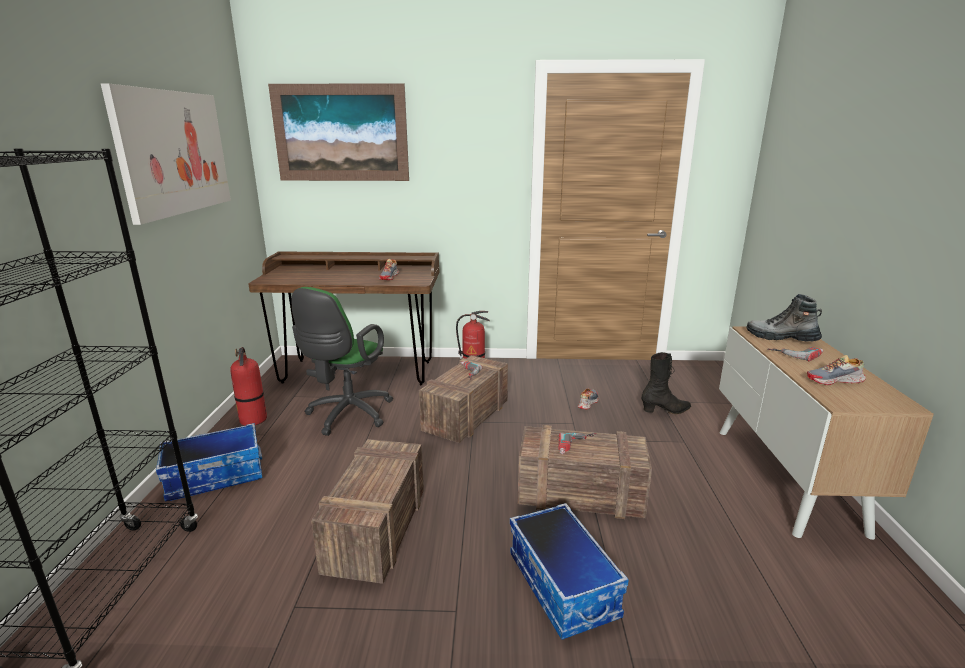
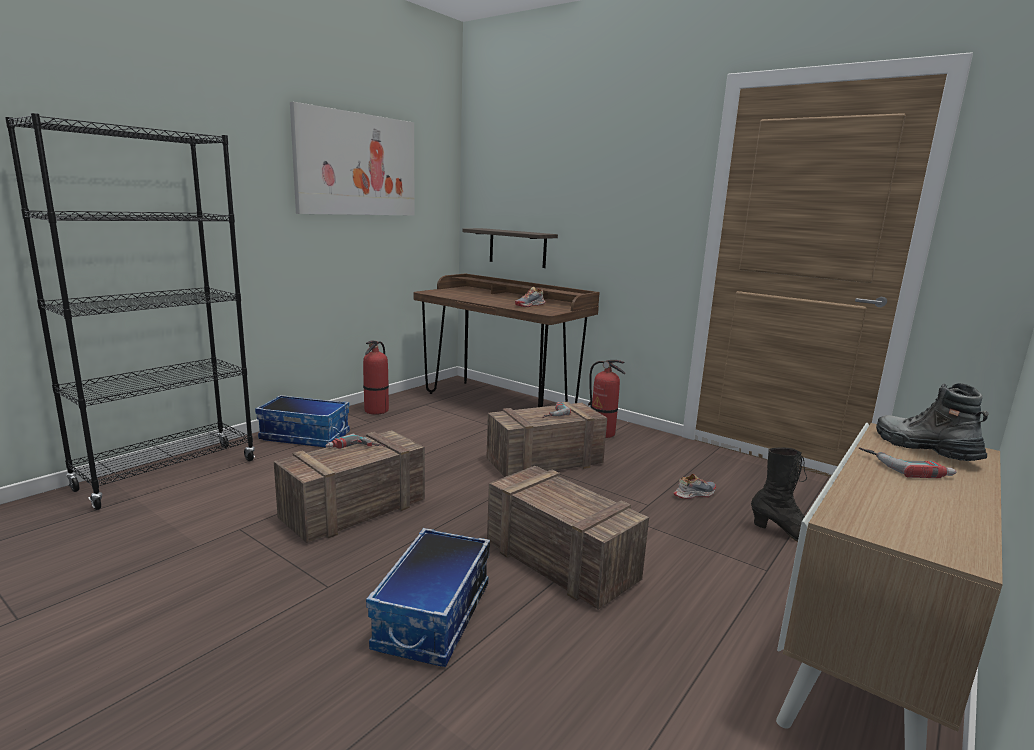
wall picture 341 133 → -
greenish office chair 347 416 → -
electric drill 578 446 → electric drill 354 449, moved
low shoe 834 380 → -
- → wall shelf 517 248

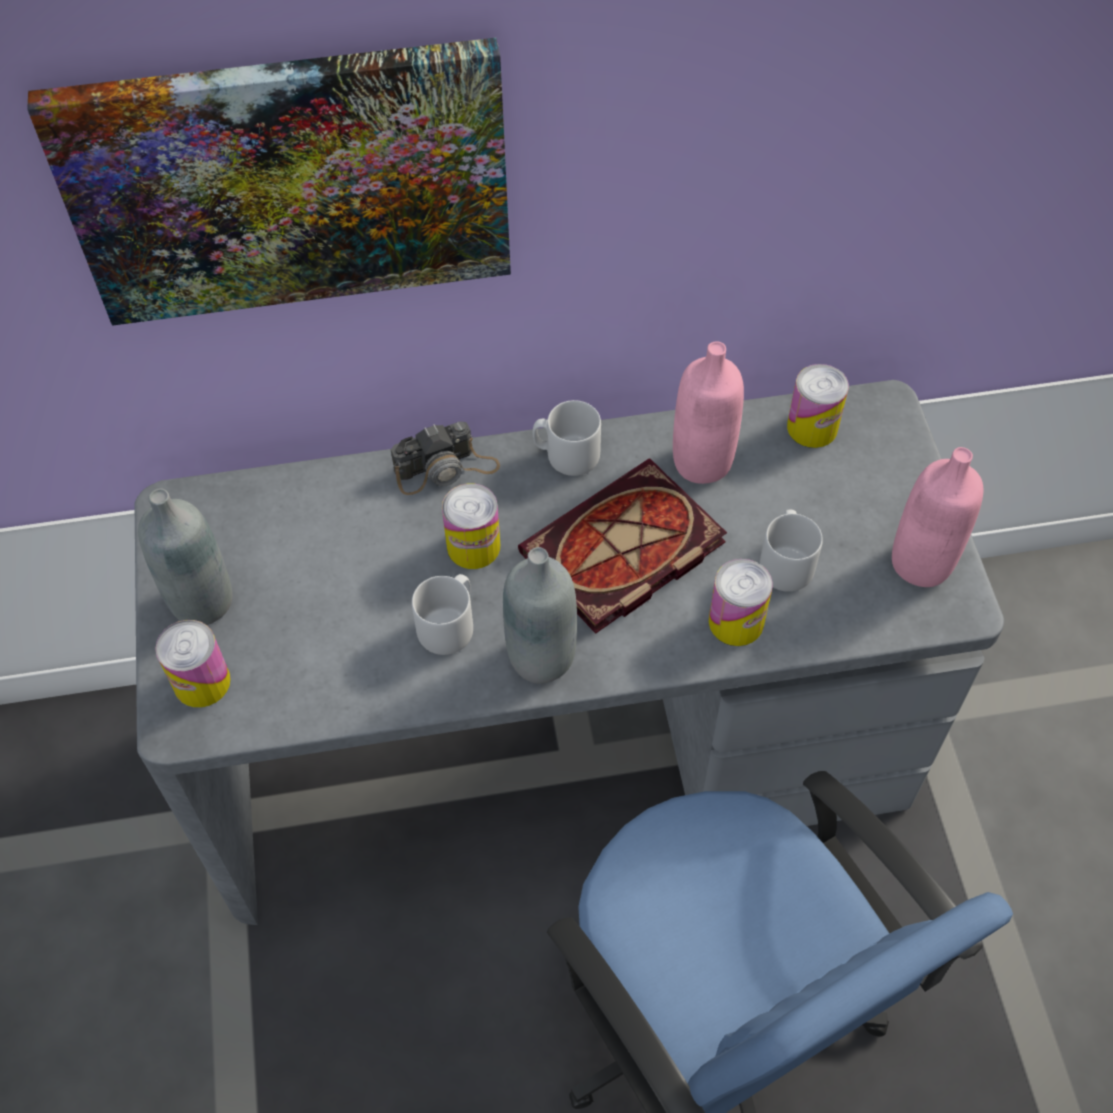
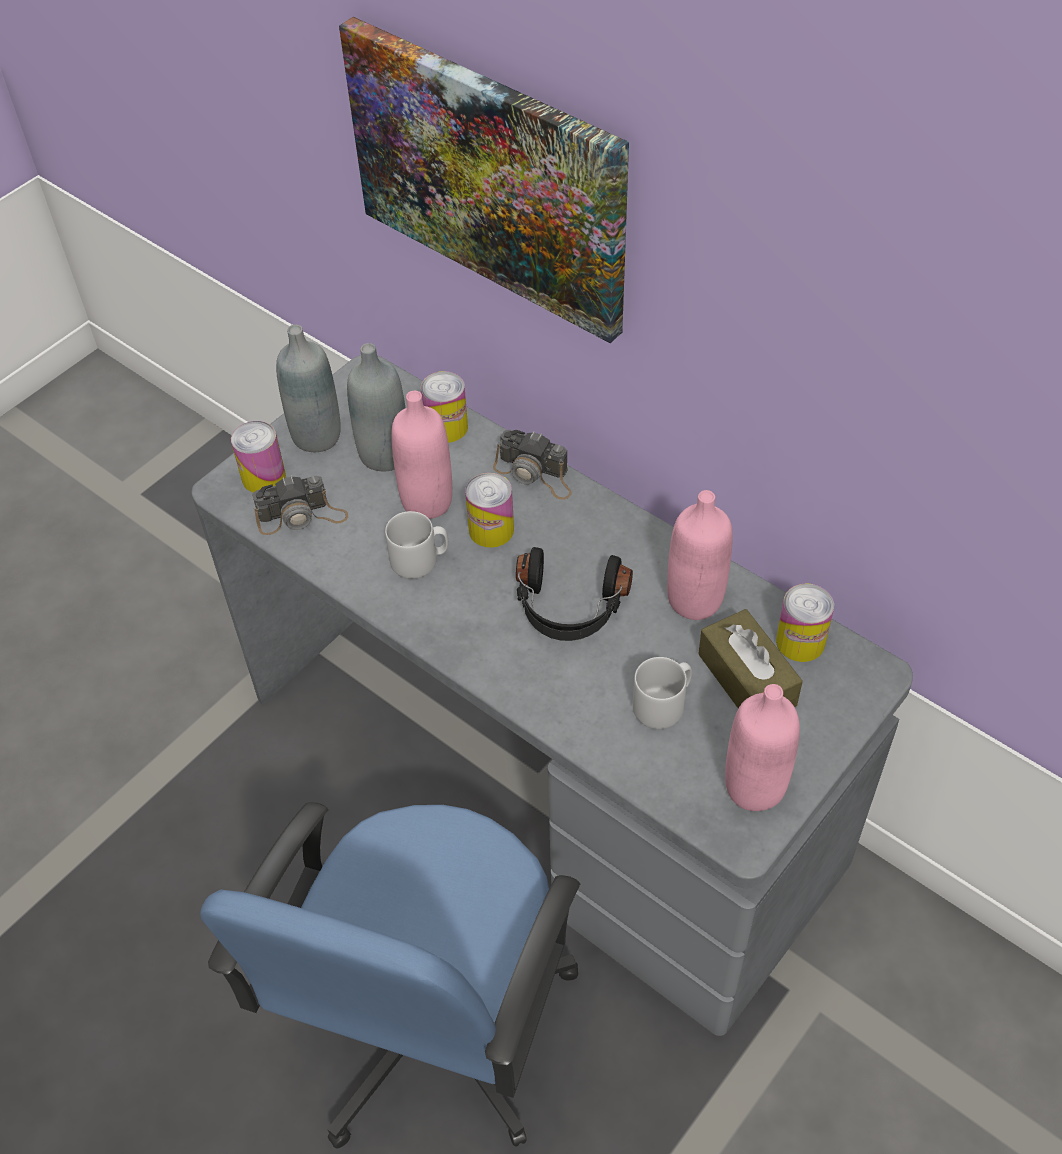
greyish drink bottle 541 657 → greyish drink bottle 384 455, moved
bound book 621 553 → black pair of headphones 569 608
greyish coffee mug 566 455 → -
sealed can 736 622 → sealed can 446 427, moved
- → still camera 301 516
- → pink-coloured drink bottle 427 501
- → brown-coloured tissue box 747 679

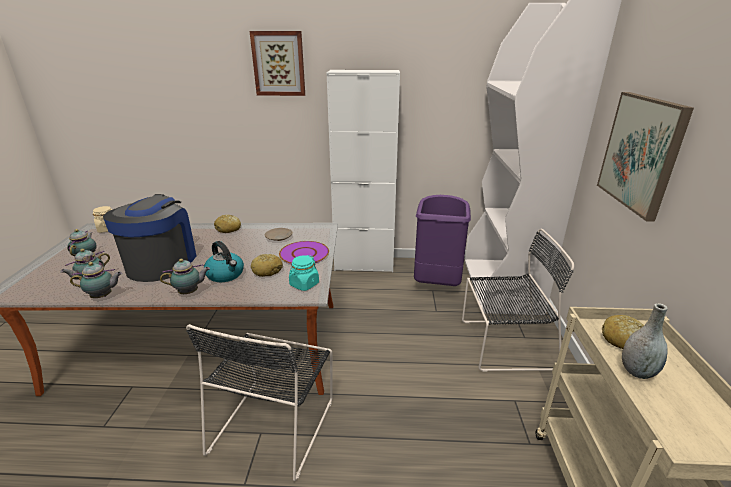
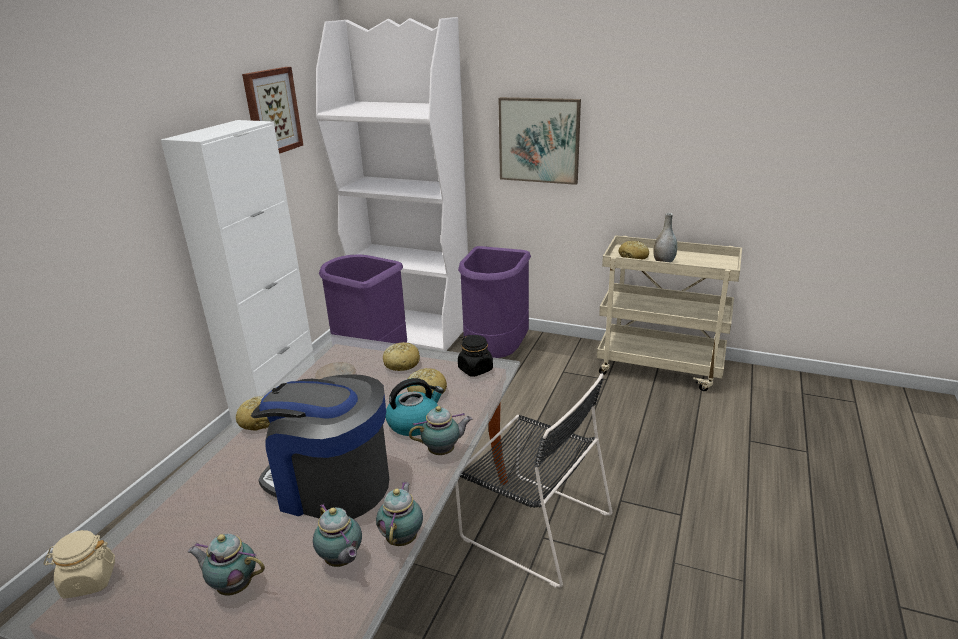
pot for tea 190 292 → pot for tea 443 451, 75 degrees clockwise
wall picture 279 64 → wall picture 272 112, moved
purple plate 304 254 → baked bread 401 363
turquoise-coloured preserve jar 304 284 → black preserve jar 475 369
black upright chair 503 344 → purple waste bin 495 355

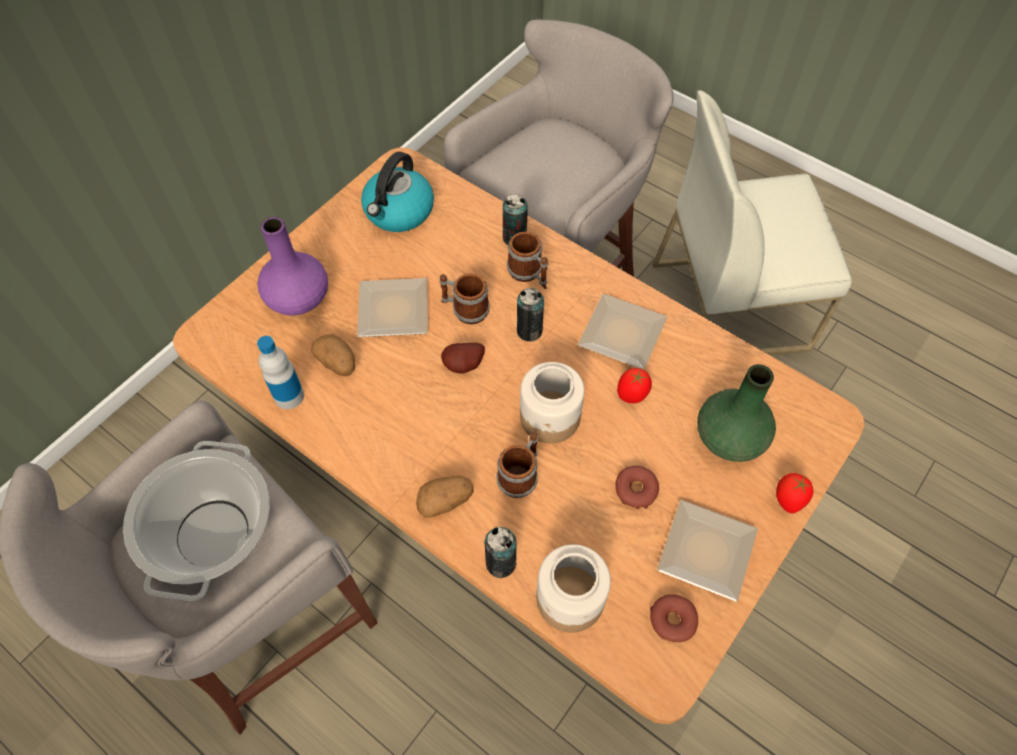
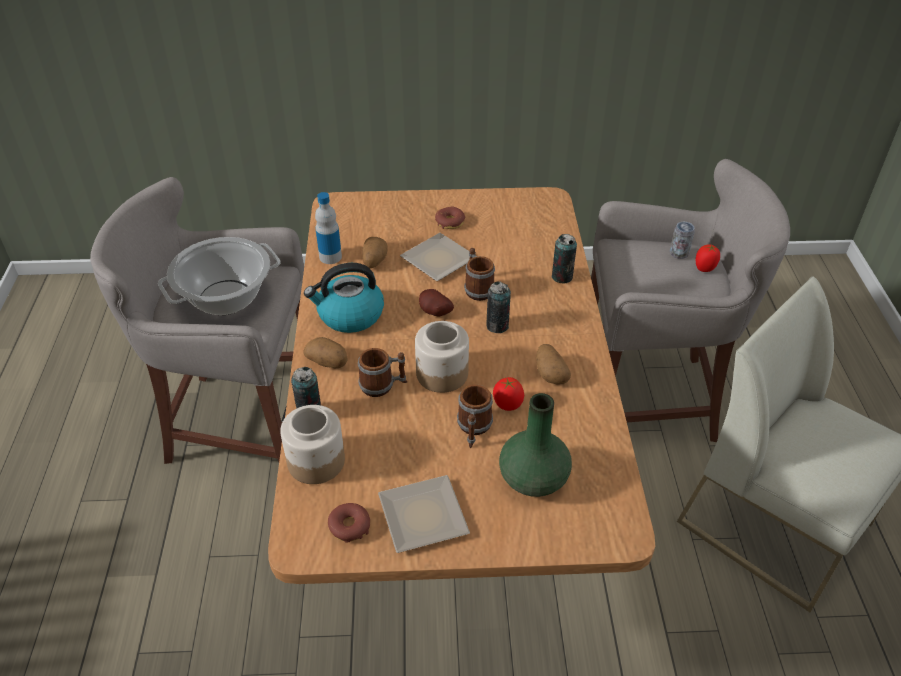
purple flower vase 298 299 → -
water kettle 399 212 → water kettle 349 315, moved
coffee mug 529 274 → coffee mug 473 429, moved
plate 623 337 → spud 550 373
ring doughnut 636 490 → ring doughnut 450 222, moved
fresh tomato 787 500 → fresh tomato 705 268, moved
- → sealed can 679 253

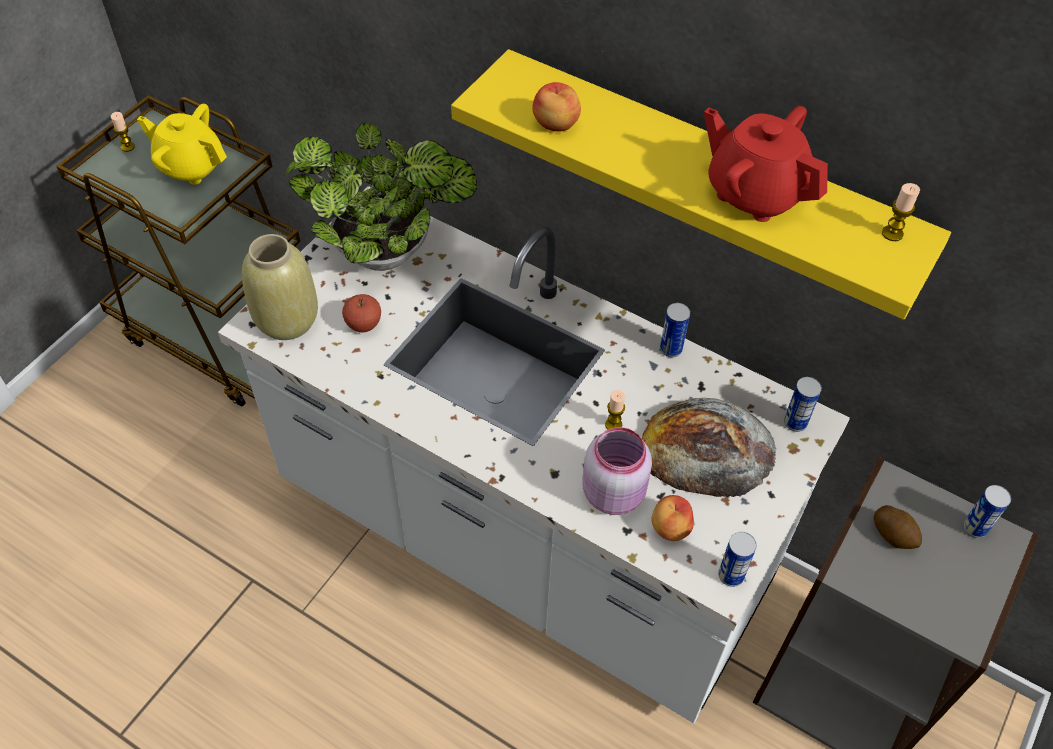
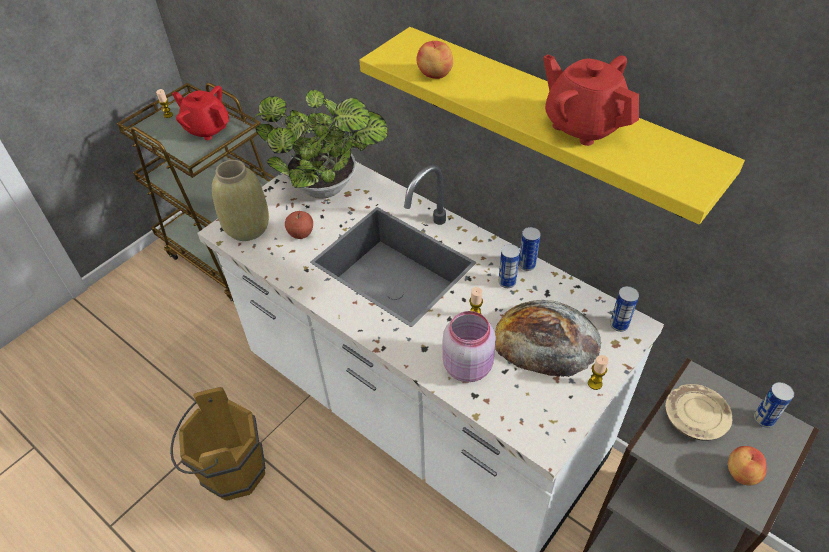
yellowish pot for tea 191 166 → reddish pot for tea 207 128
whole apple 669 527 → whole apple 740 473, moved
sealed can 731 575 → sealed can 507 282, moved
spud 893 534 → beige-coloured plate 694 418
wax light 892 233 → wax light 595 383, moved
- → brown-coloured bucket 229 472

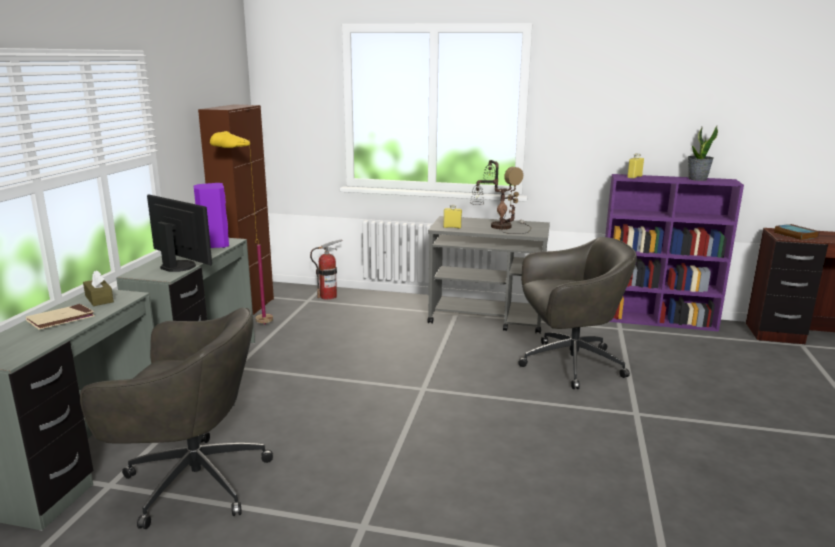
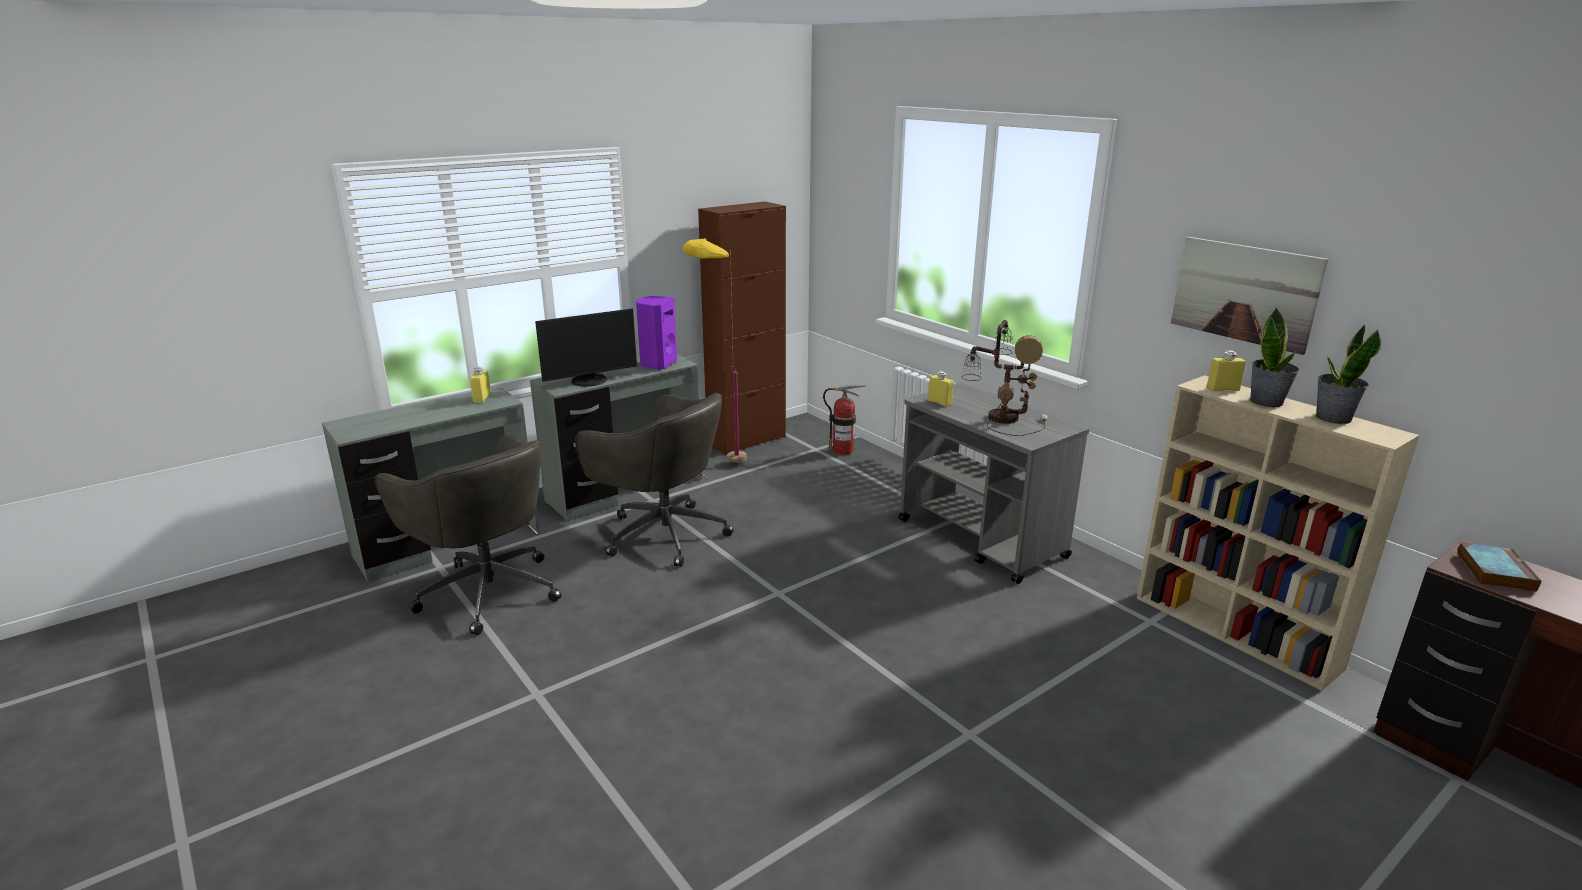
beige-coloured bound book 61 319 → -
brown-coloured tissue box 99 299 → yellowish drink bottle 482 398
monitor 179 266 → monitor 590 381, 75 degrees clockwise
greyish office chair 568 364 → greyish office chair 662 533, moved
purple shelving unit 657 320 → beige-coloured shelving unit 1237 632
- → wall picture 1244 293
- → houseplant 1267 401

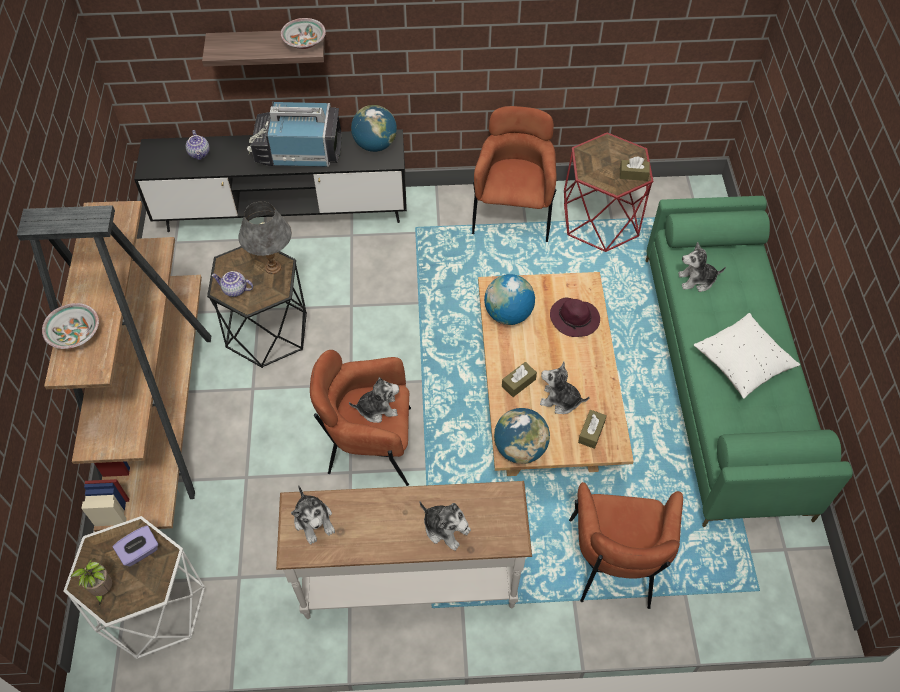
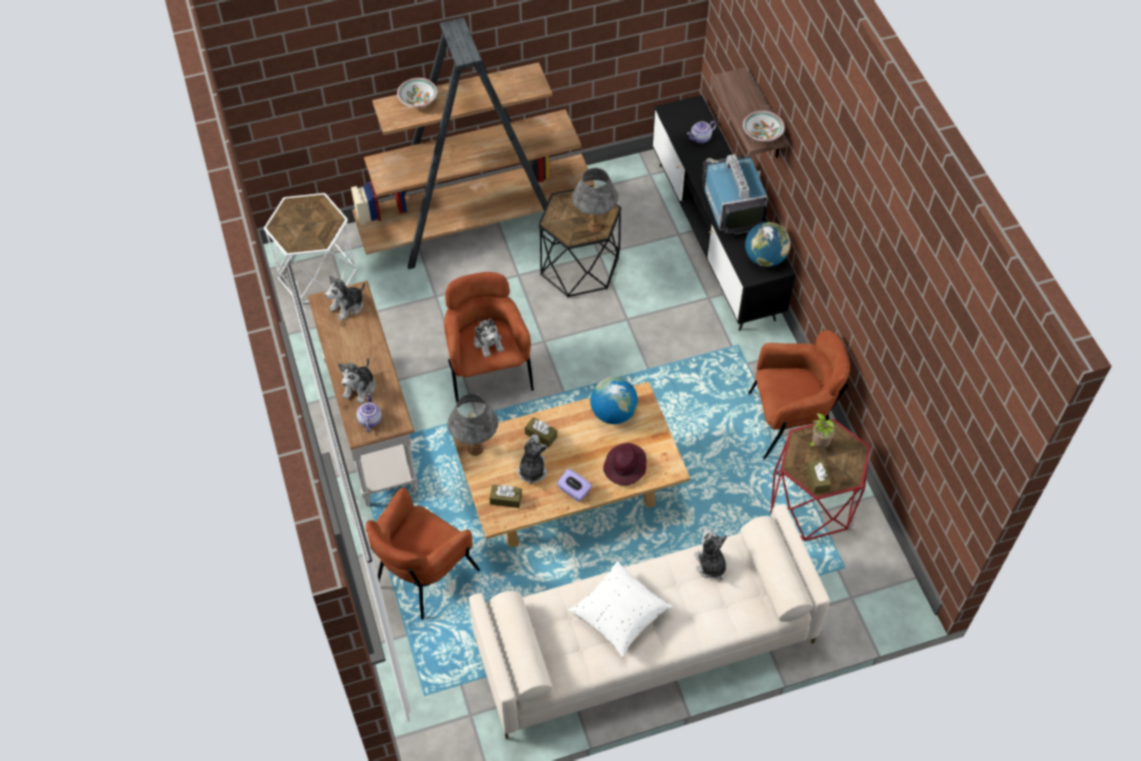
houseplant 102 590 → houseplant 818 444, moved
purple tissue box 140 552 → purple tissue box 574 491, moved
pot for tea 234 290 → pot for tea 369 419, moved
globe 520 448 → greyish lamp for a table 475 449
brown-coloured lounge chair 615 563 → brown-coloured lounge chair 423 575, 45 degrees counterclockwise
greenish settee 723 380 → beige-coloured settee 644 643

